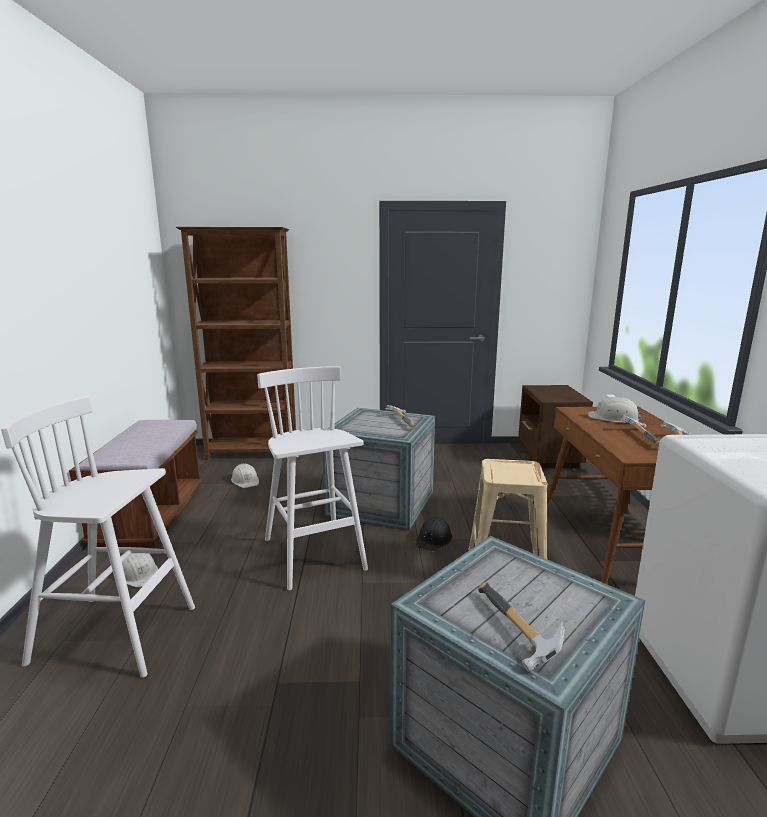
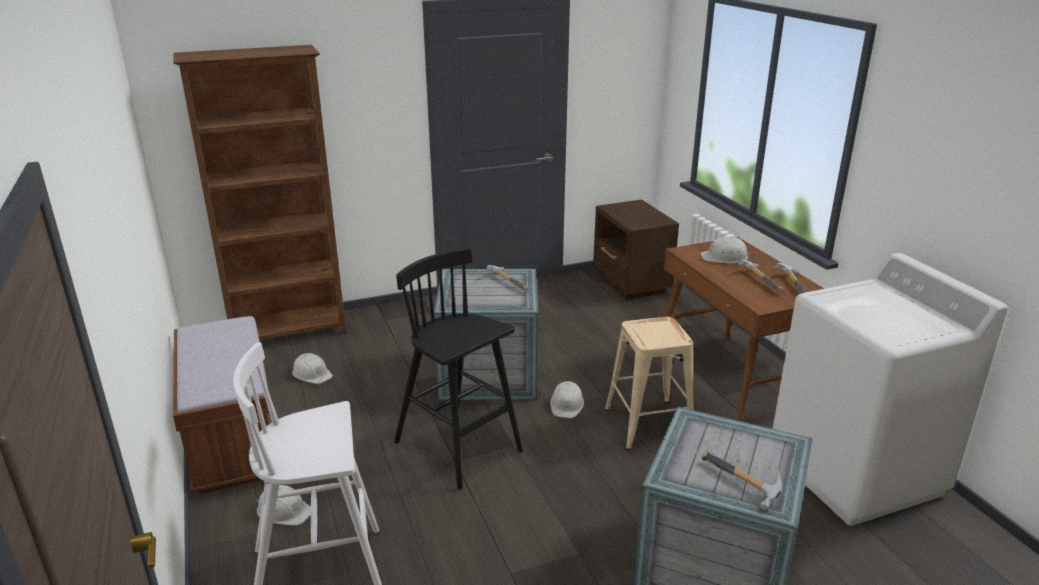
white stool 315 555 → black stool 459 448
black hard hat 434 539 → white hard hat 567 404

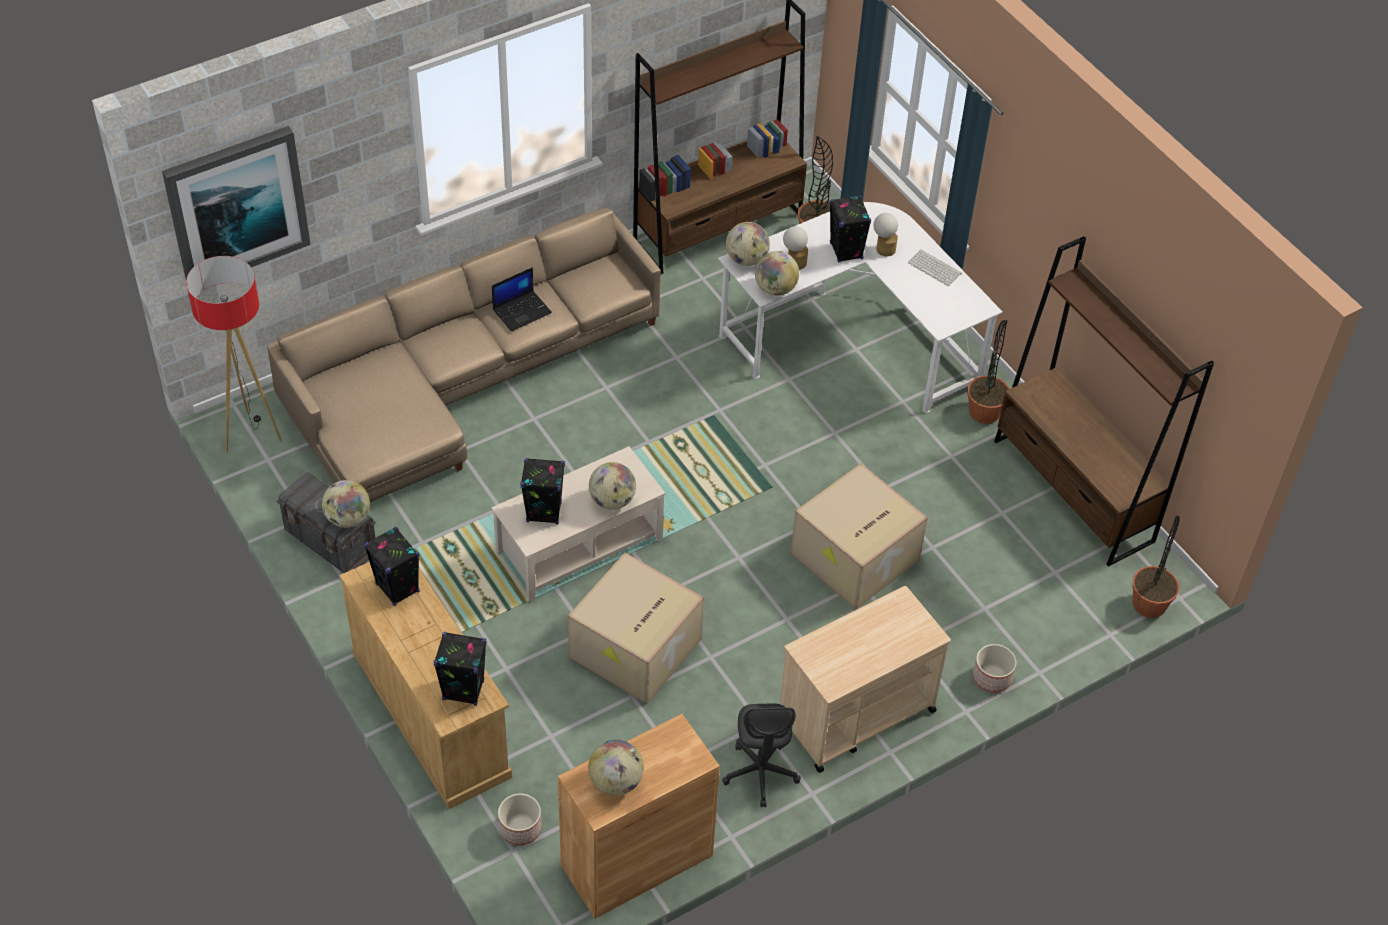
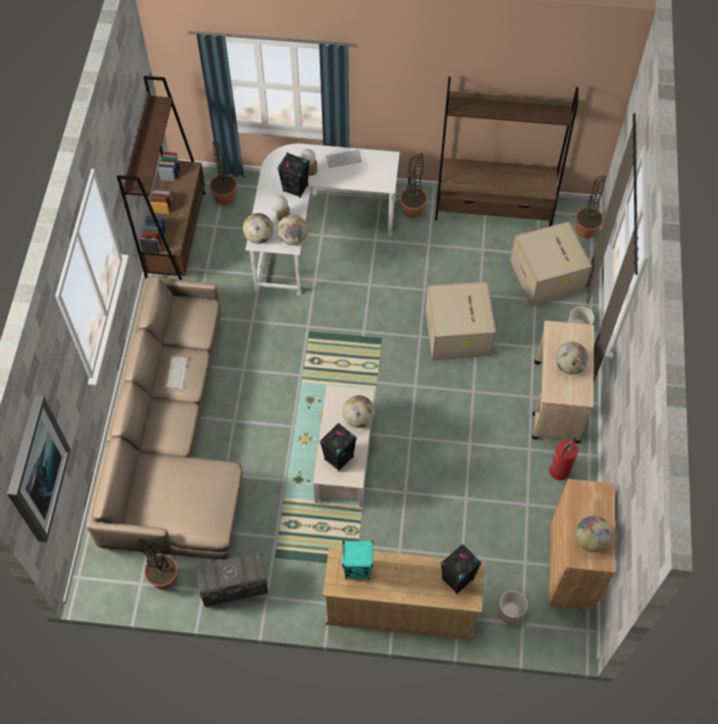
floor lamp 252 434 → -
globe 348 518 → globe 569 366, moved
black loudspeaker 397 588 → turquoise-coloured loudspeaker 357 569
notebook computer 522 311 → computer keyboard 176 372
cardboard box 635 650 → cardboard box 548 276, moved
greyish office chair 760 773 → fire extinguisher 560 470
- → houseplant 164 578

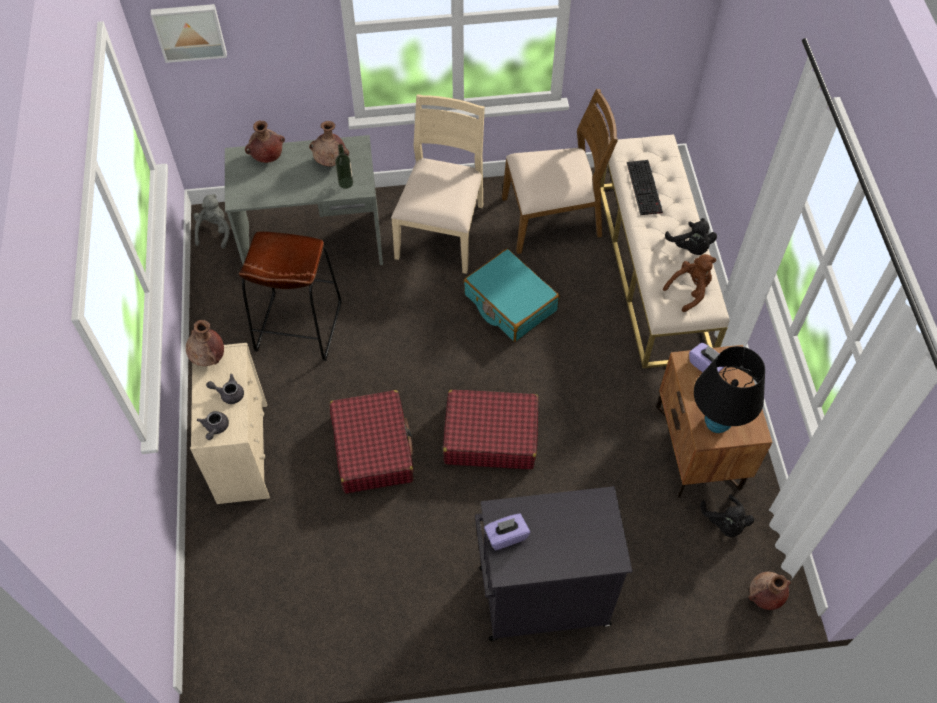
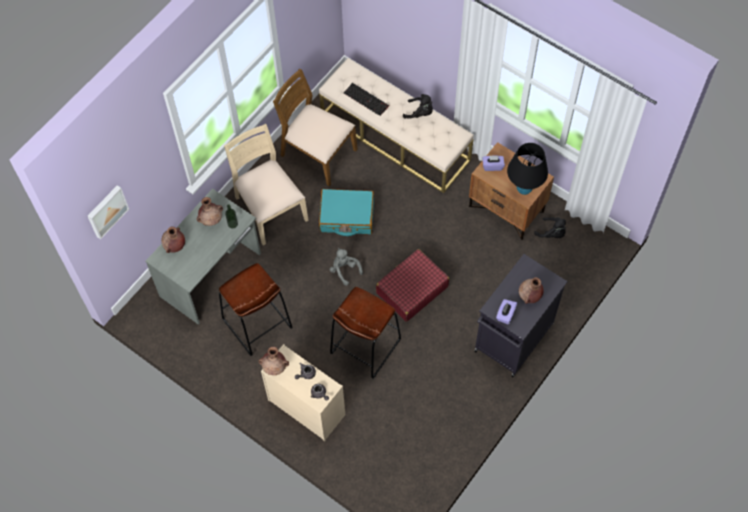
greyish plush toy 214 231 → greyish plush toy 344 270, moved
reddish suitcase 373 448 → brown-coloured stool 365 346
brown-coloured upright chair 552 218 → brown-coloured upright chair 317 153, 90 degrees counterclockwise
brown-coloured plush toy 690 290 → -
brown-coloured flower vase 764 597 → brown-coloured flower vase 529 296, moved

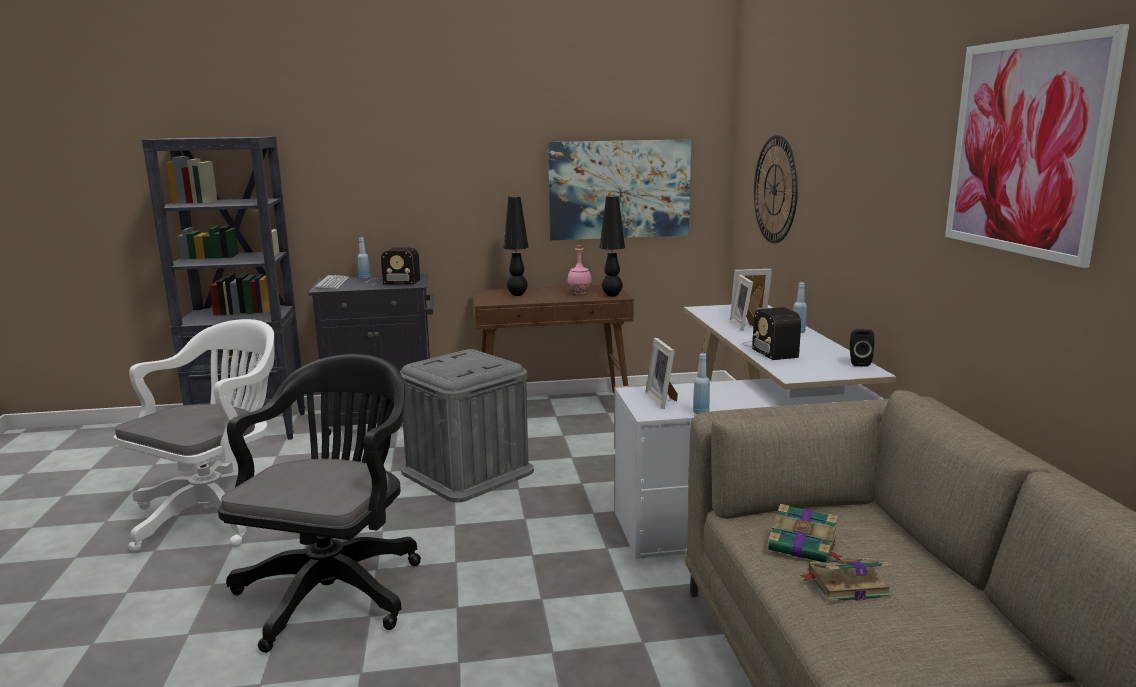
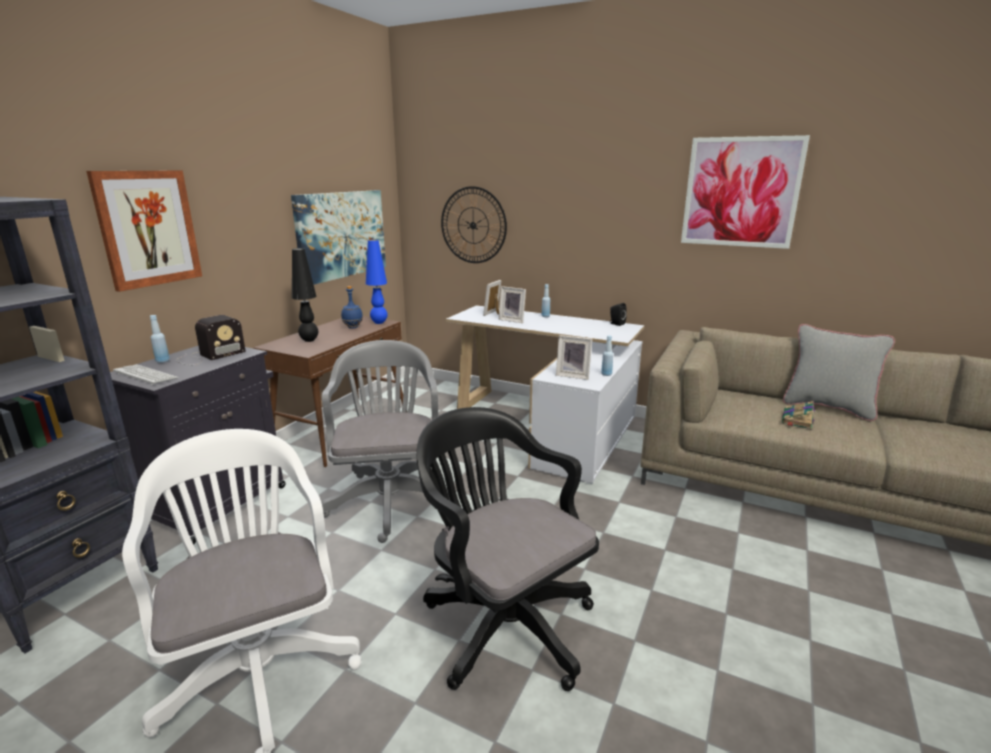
greyish storage container 467 471 → greyish office chair 390 498
pink-coloured drink bottle 579 293 → blue drink bottle 352 327
black lamp for a table 612 295 → blue lamp for a table 379 323
radio set 770 349 → -
bound book 804 547 → -
- → wall picture 148 228
- → greyish pillow 827 407

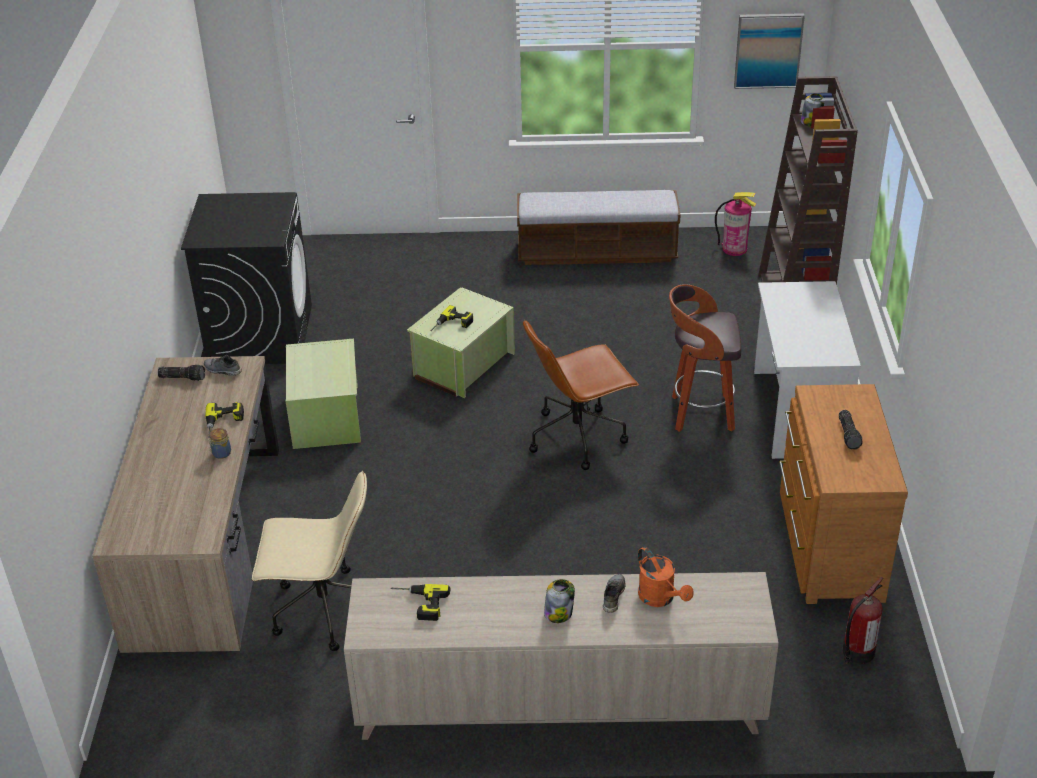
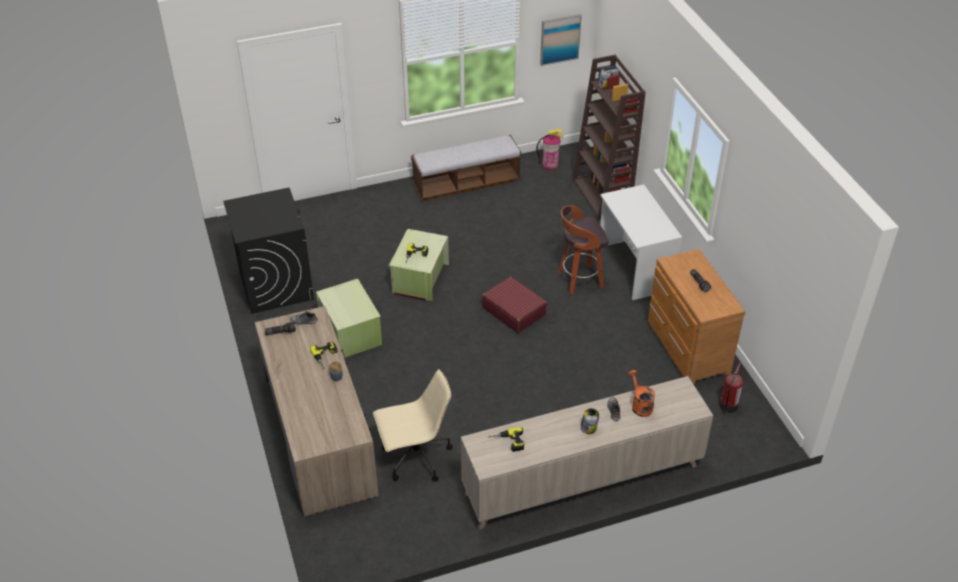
brown-coloured office chair 578 436 → reddish suitcase 514 311
orangey watering pot 661 598 → orangey watering pot 640 405, 150 degrees counterclockwise

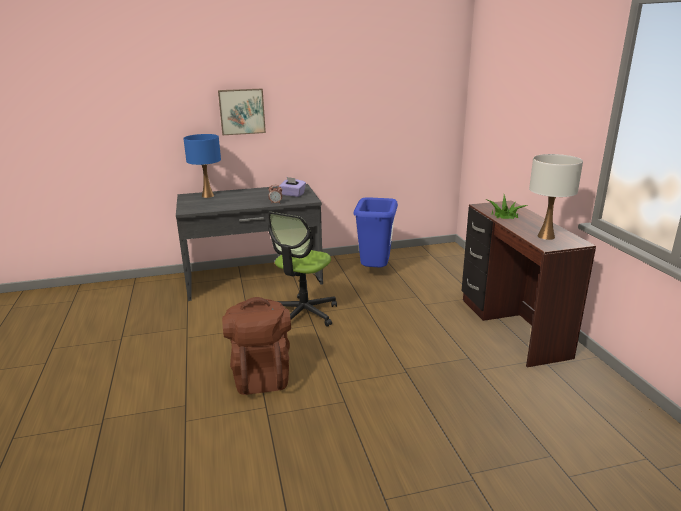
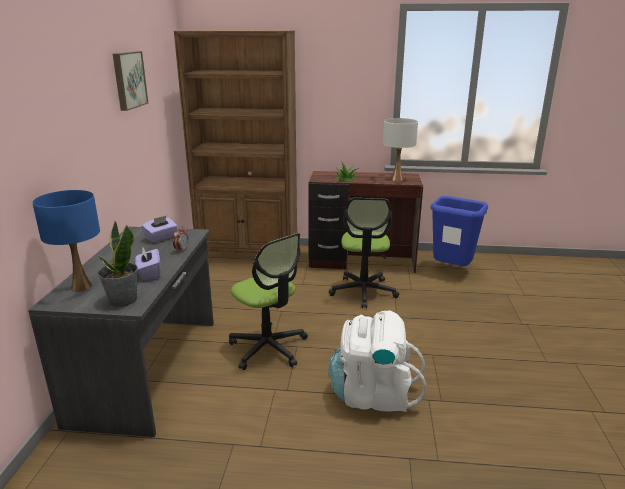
wall picture 242 111 → wall picture 128 80, moved
brown-coloured knapsack 261 374 → white knapsack 373 395
blue waste bin 375 272 → blue waste bin 452 271, moved
- → houseplant 123 300
- → purple tissue box 149 273
- → brown-coloured shelving unit 249 254
- → office chair 363 291

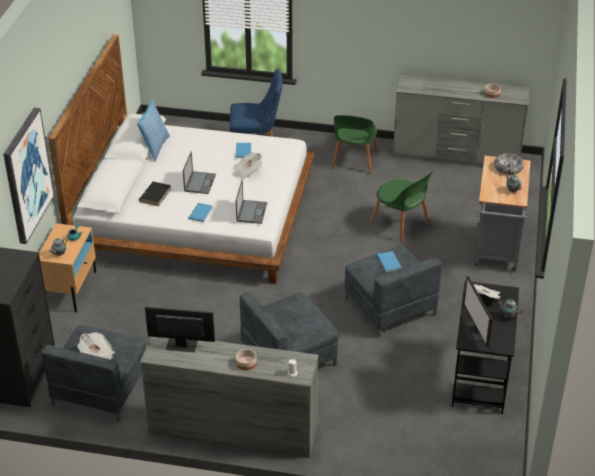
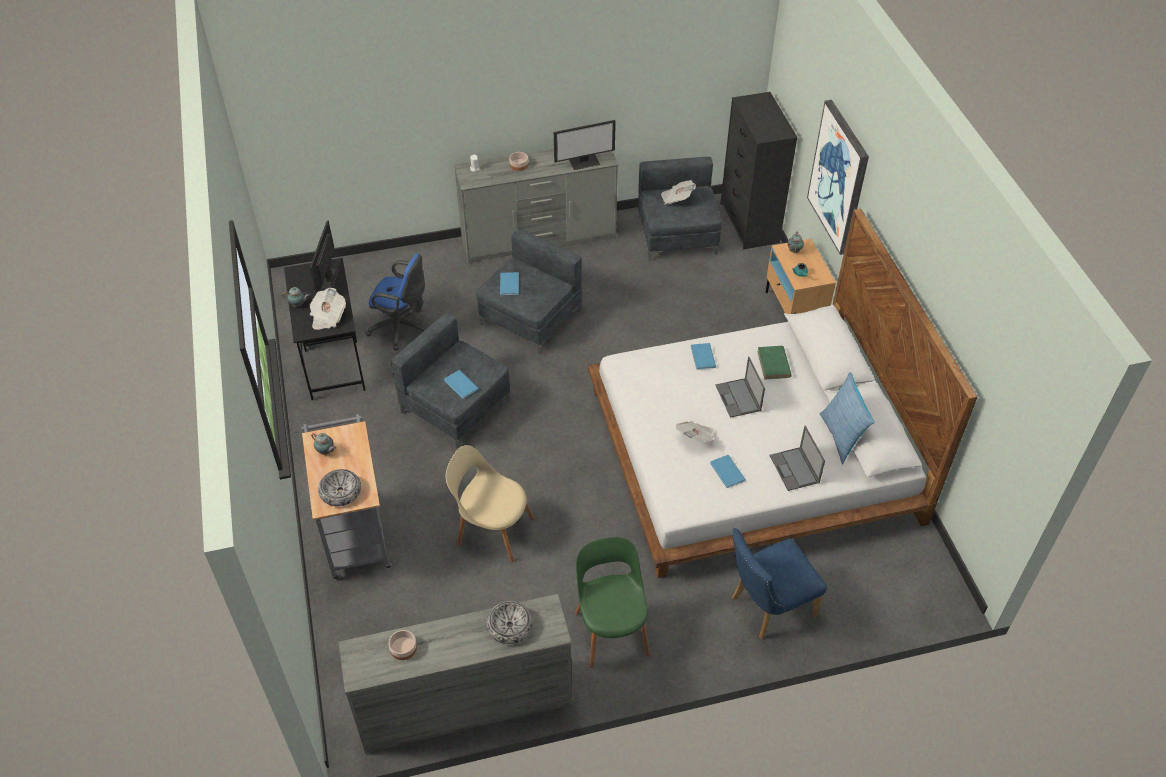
black bound book 155 195 → greenish bound book 774 364
notebook computer 251 211 → notebook computer 795 469, moved
greenish upright chair 401 225 → beige-coloured upright chair 492 529
monitor 475 331 → monitor 327 279, 135 degrees counterclockwise
- → blue office chair 402 329
- → deep dish 509 626
- → blue bound book 510 283

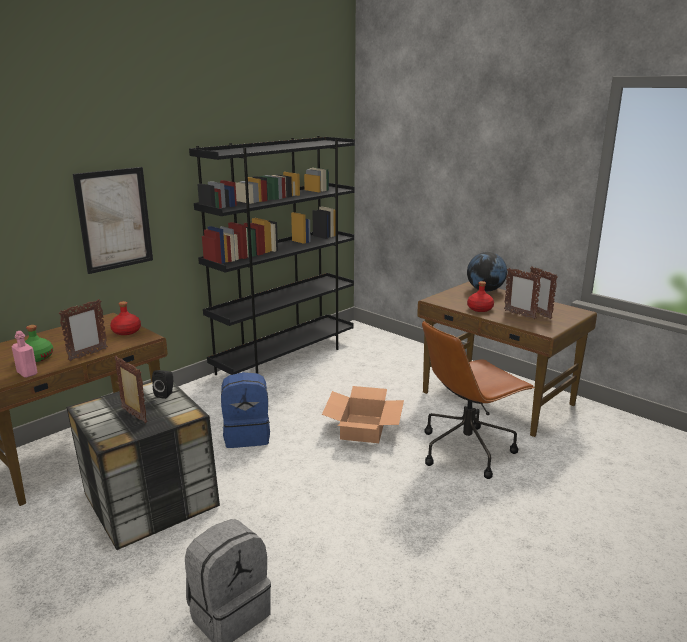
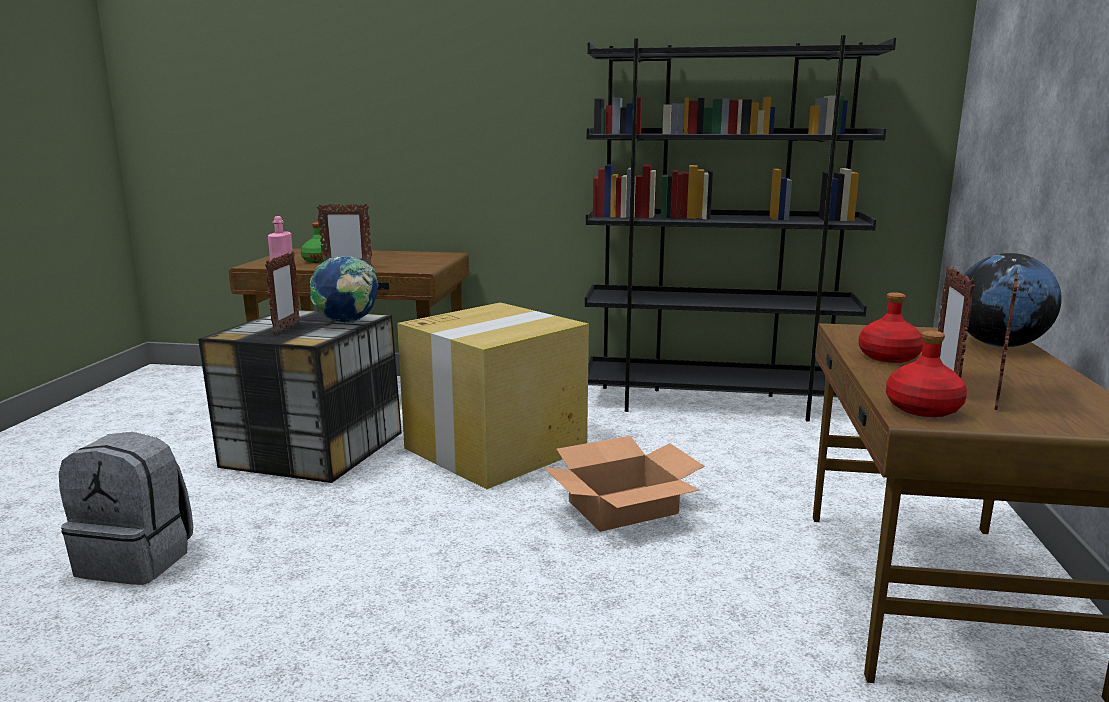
wall picture 114 219 → -
reddish drink bottle 126 331 → reddish drink bottle 922 409, moved
black loudspeaker 165 394 → globe 347 323
blue knapsack 247 436 → cardboard box 497 448
brown-coloured office chair 467 450 → -

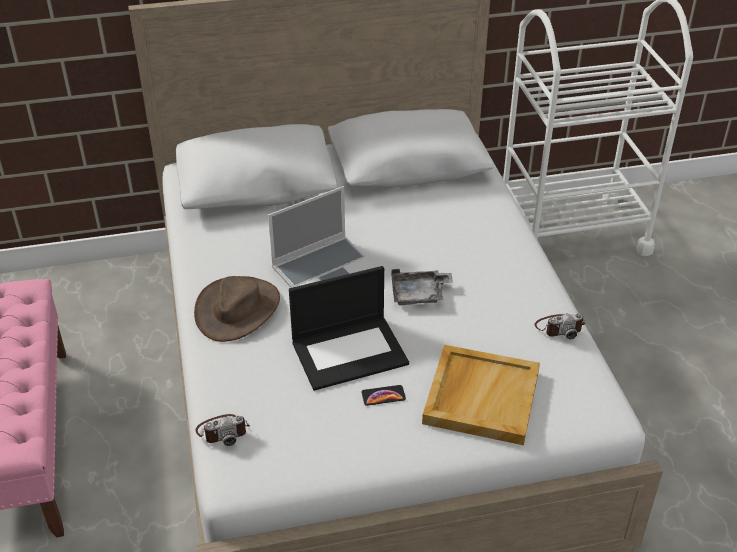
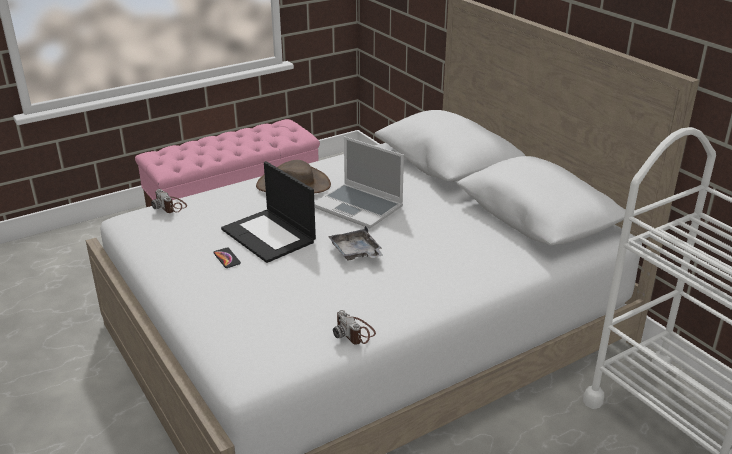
beige-coloured carrying tray 481 396 → -

